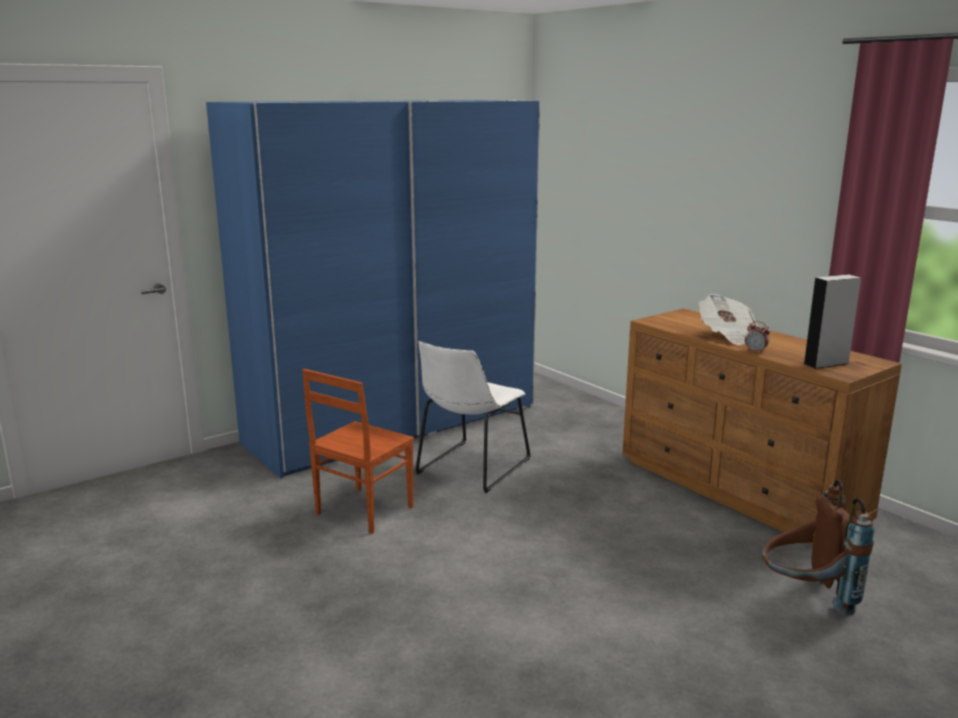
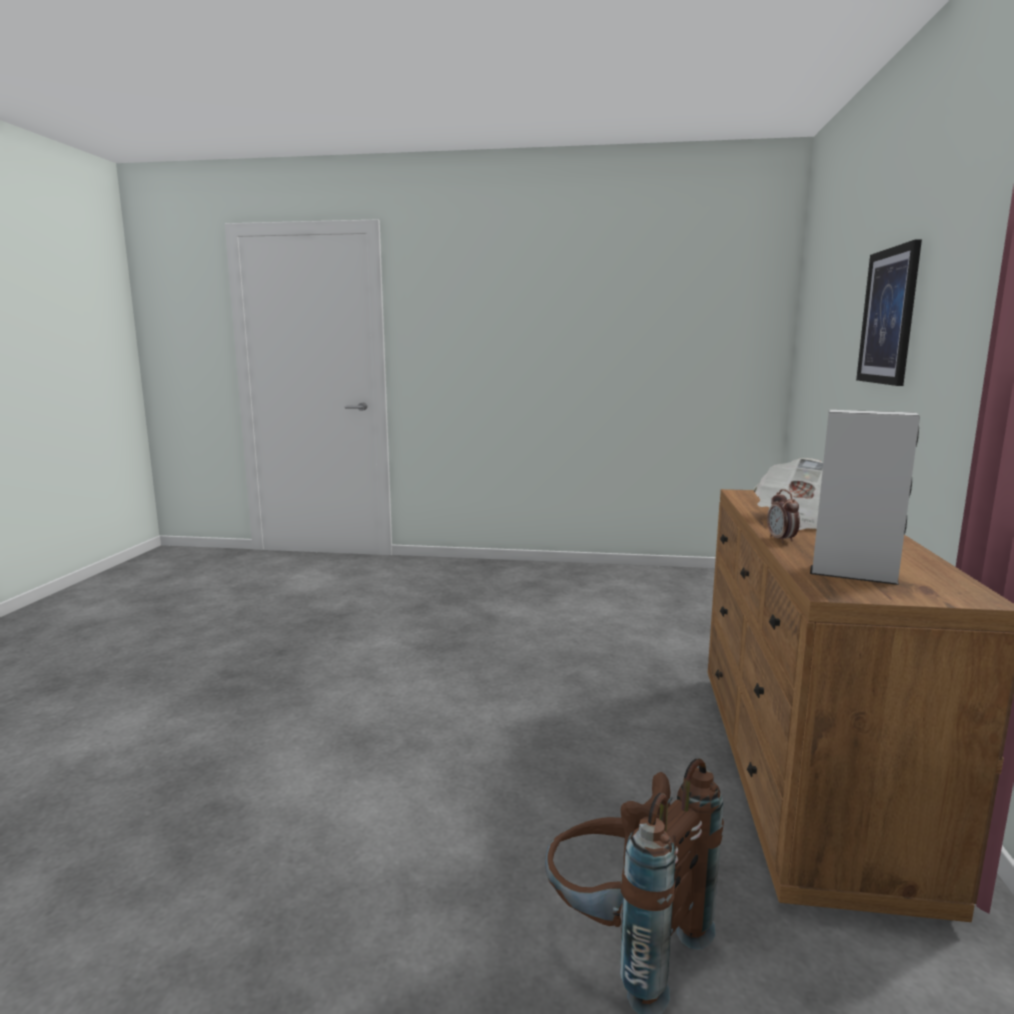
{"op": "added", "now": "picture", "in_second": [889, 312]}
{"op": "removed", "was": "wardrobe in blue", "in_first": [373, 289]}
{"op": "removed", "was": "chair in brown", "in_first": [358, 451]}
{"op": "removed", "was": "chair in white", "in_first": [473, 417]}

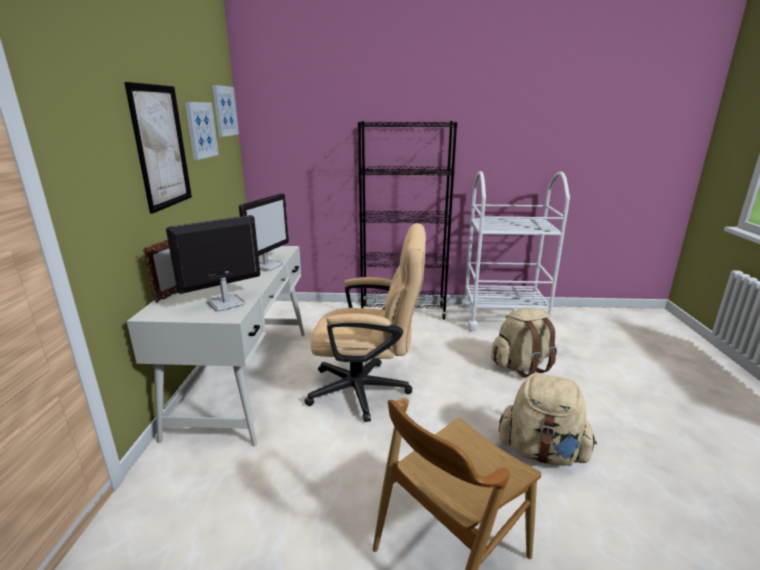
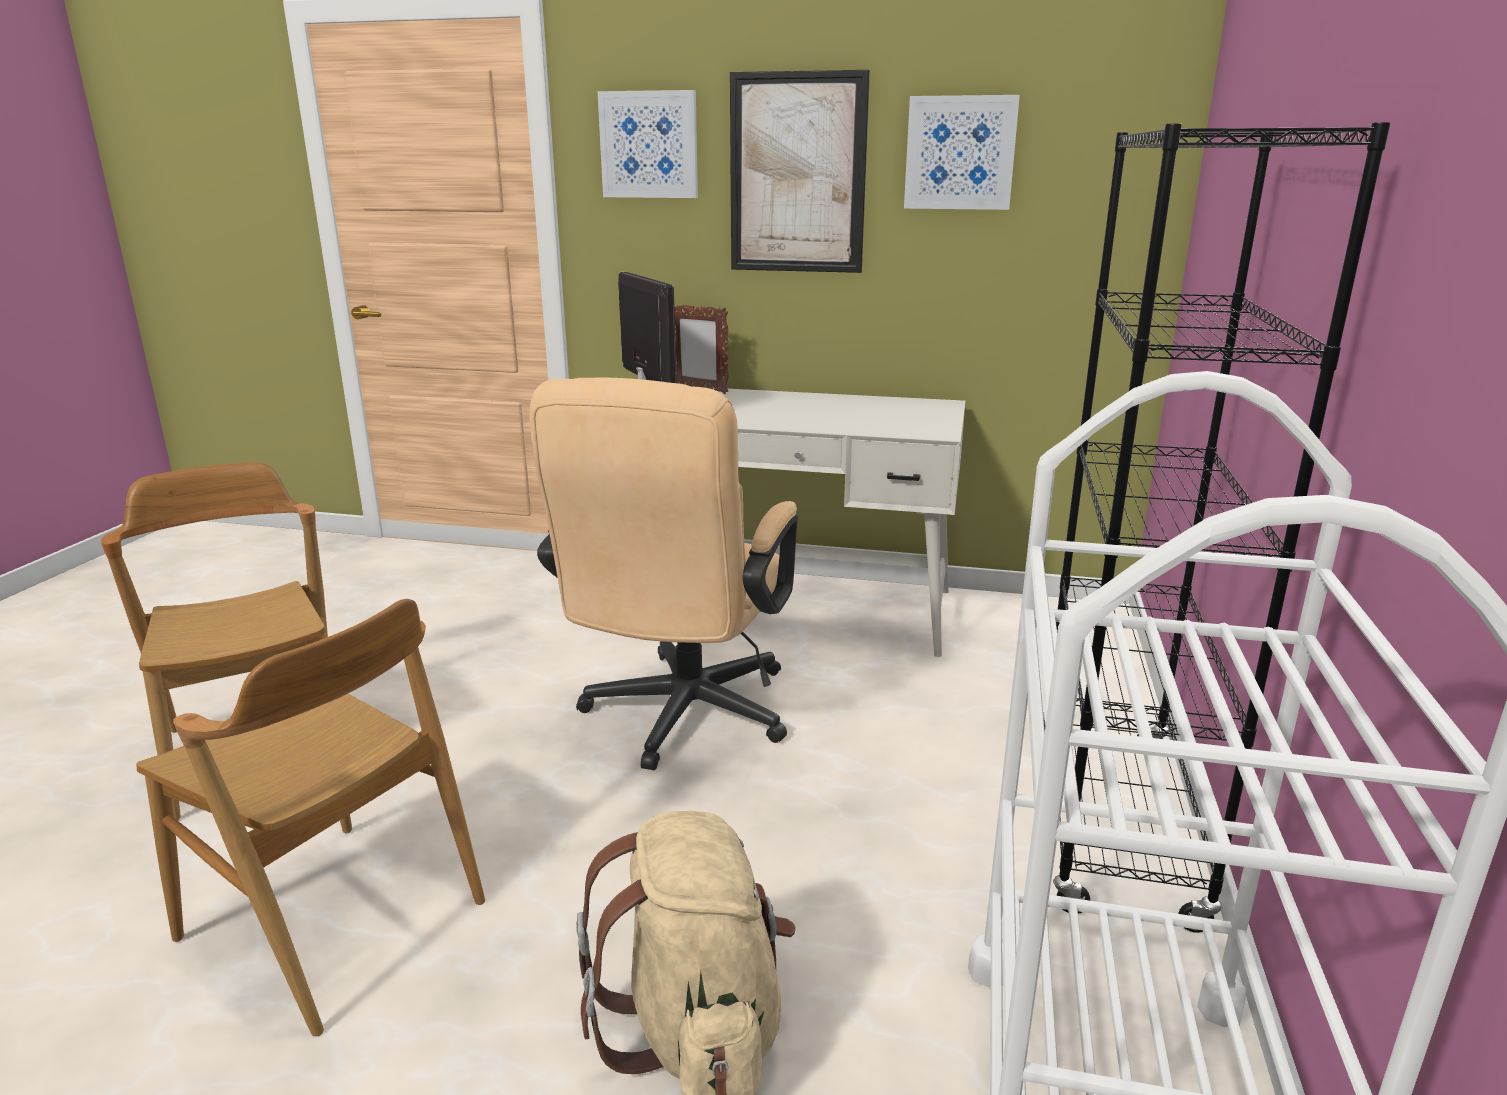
{"op": "replaced", "was": "backpack in beige", "now": "chair in brown", "in_first": [548, 419], "in_second": [311, 818]}
{"op": "moved", "was": "picture", "in_first": [225, 111], "in_second": [648, 144]}
{"op": "removed", "was": "monitor", "in_first": [264, 232]}

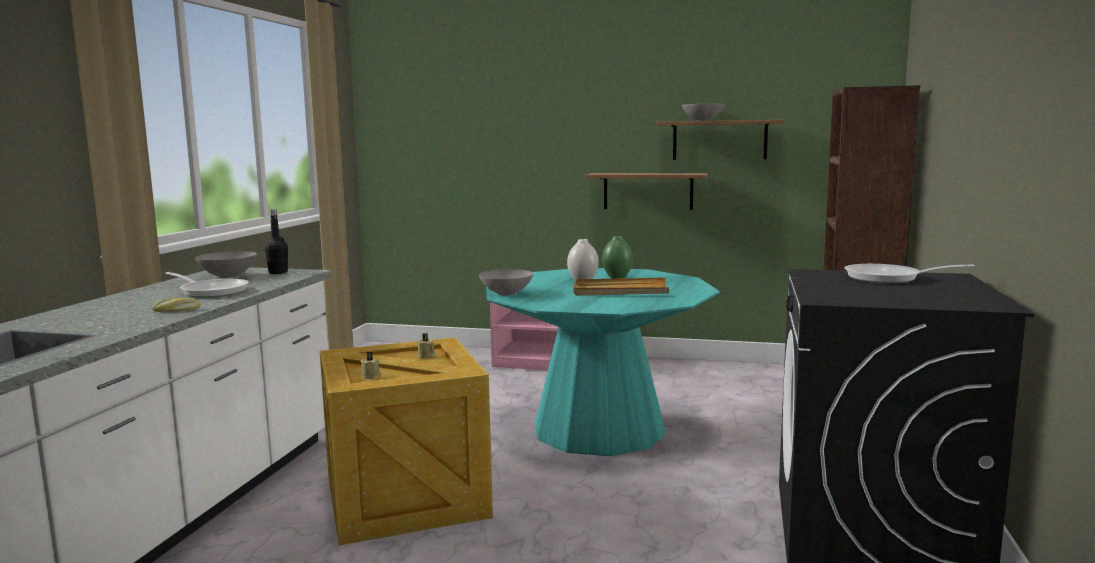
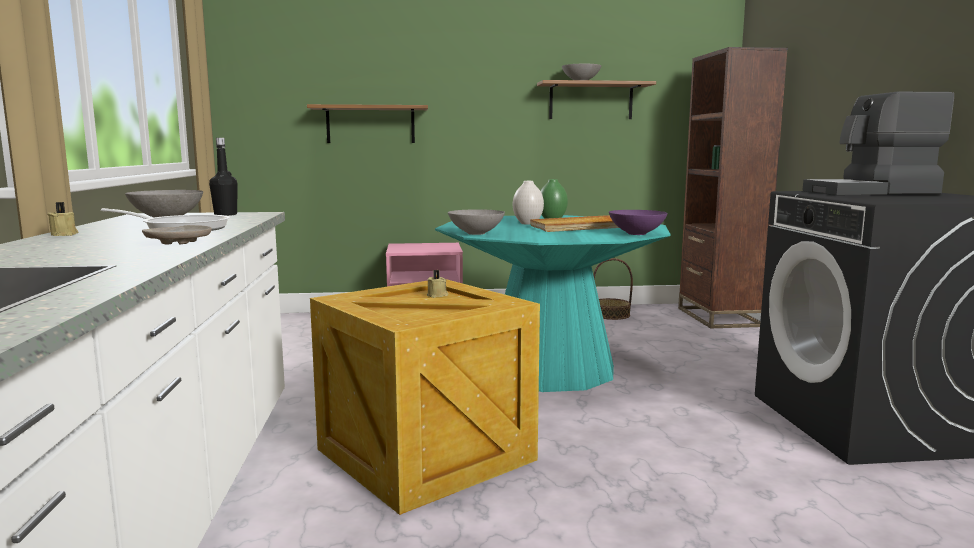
{"op": "moved", "was": "candle in beige", "in_first": [371, 365], "in_second": [63, 219]}
{"op": "replaced", "was": "bread", "now": "plate in beige", "in_first": [176, 305], "in_second": [177, 235]}
{"op": "moved", "was": "shelf", "in_first": [646, 191], "in_second": [367, 123]}
{"op": "added", "now": "basket", "in_second": [613, 289]}
{"op": "added", "now": "bowl in purple", "in_second": [638, 222]}
{"op": "replaced", "was": "frying pan", "now": "coffee machine", "in_first": [910, 274], "in_second": [878, 143]}

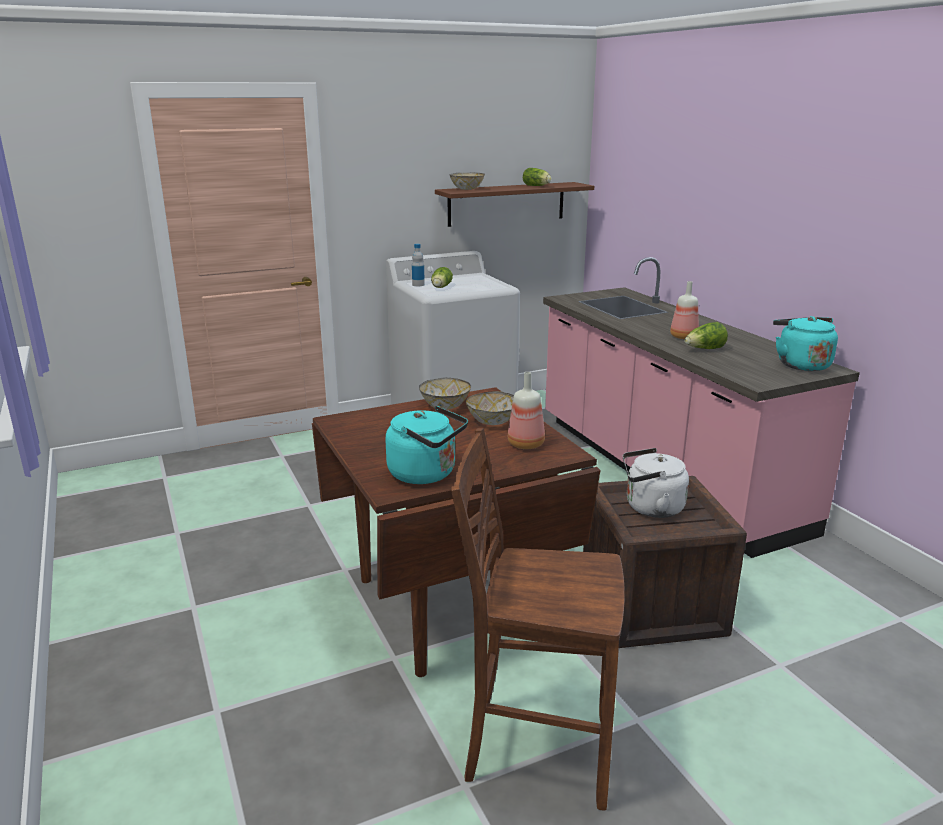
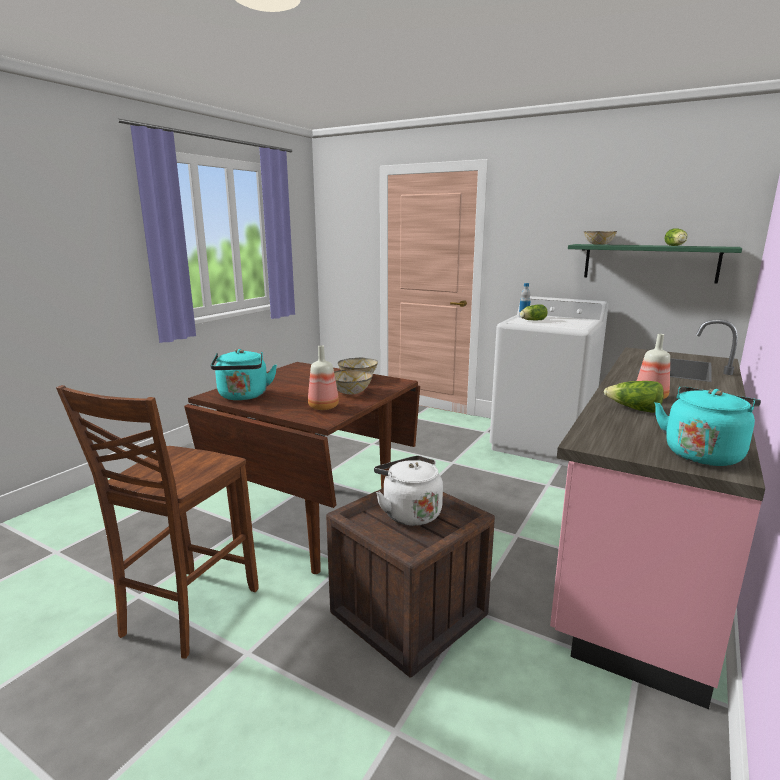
{"op": "turned", "was": "chair in brown", "in_first": [538, 619], "in_second": [157, 522], "clockwise": -135}
{"op": "recoloured", "was": "shelf in brown", "now": "shelf in green", "in_first": [514, 204], "in_second": [655, 263]}

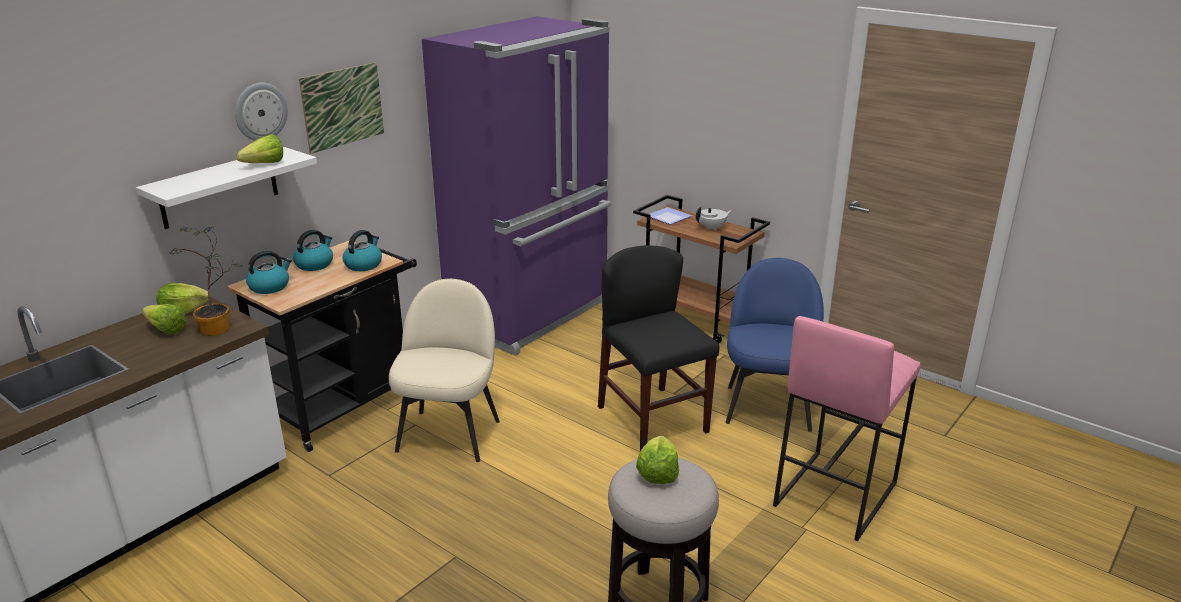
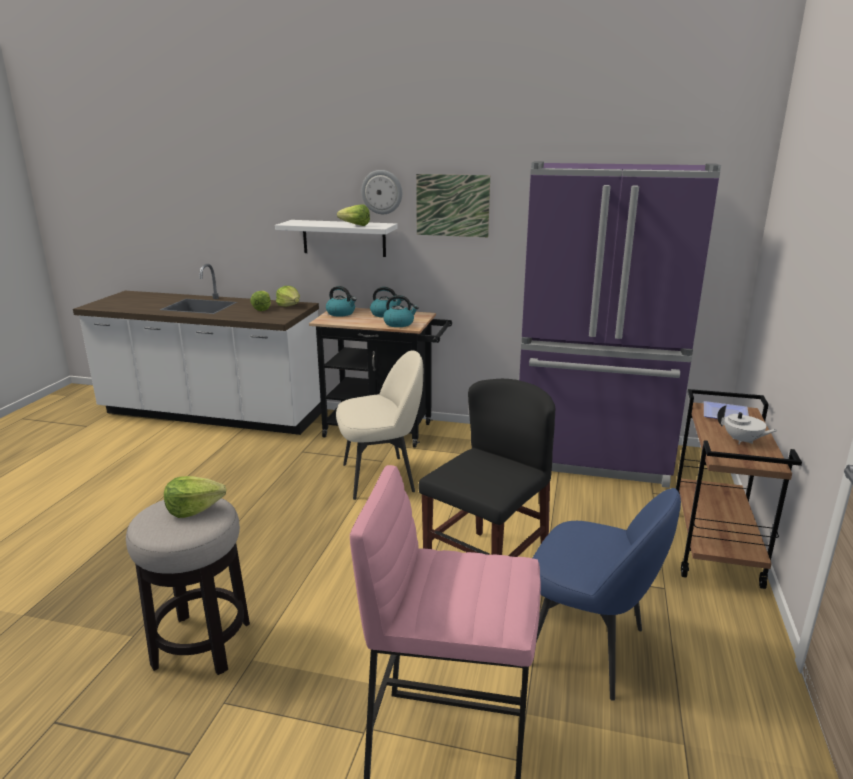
{"op": "turned", "was": "chair in blue", "in_first": [774, 345], "in_second": [607, 594], "clockwise": 45}
{"op": "removed", "was": "potted plant", "in_first": [206, 281]}

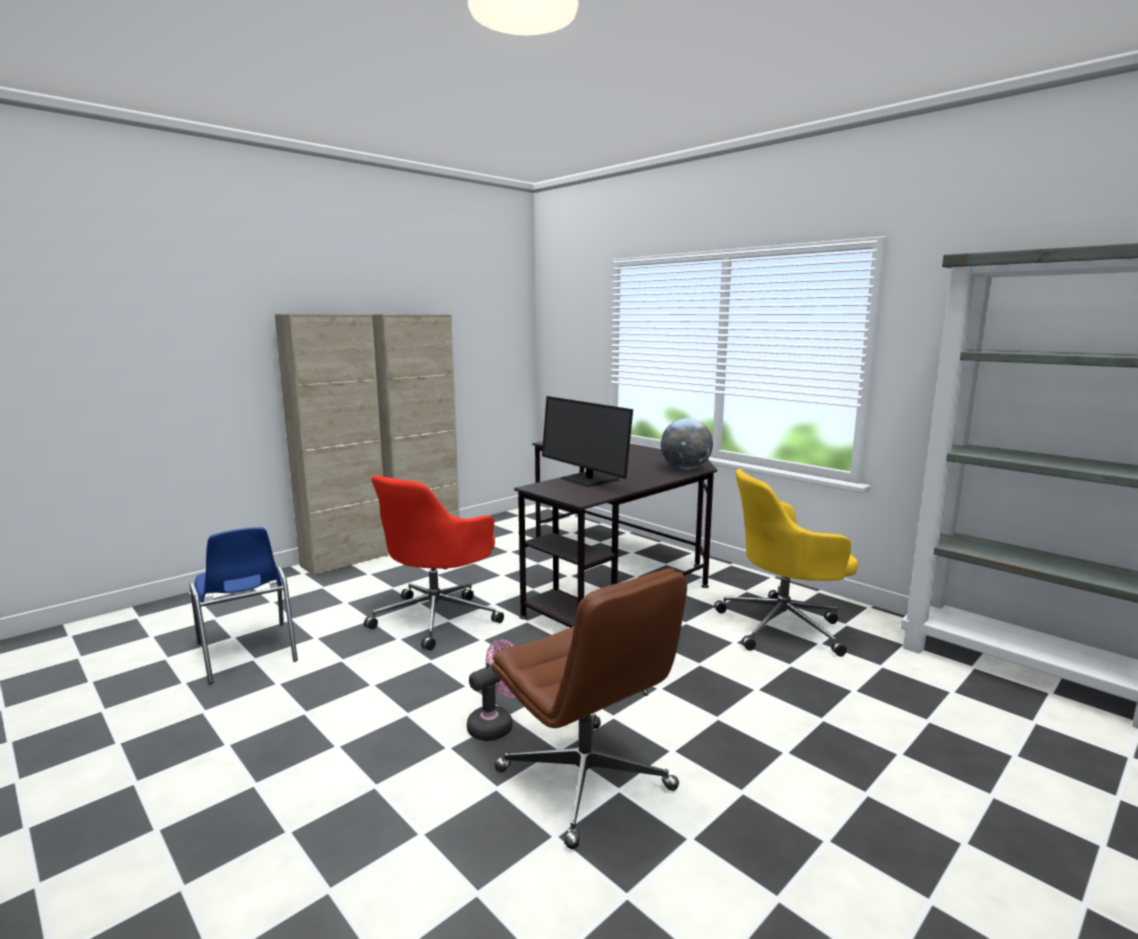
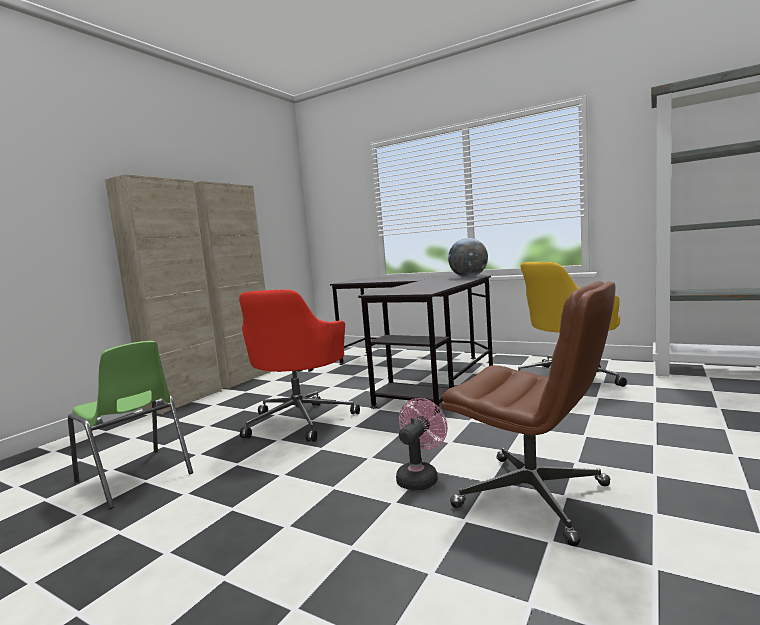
{"op": "recoloured", "was": "chair in blue", "now": "chair in green", "in_first": [243, 605], "in_second": [130, 425]}
{"op": "removed", "was": "monitor", "in_first": [587, 441]}

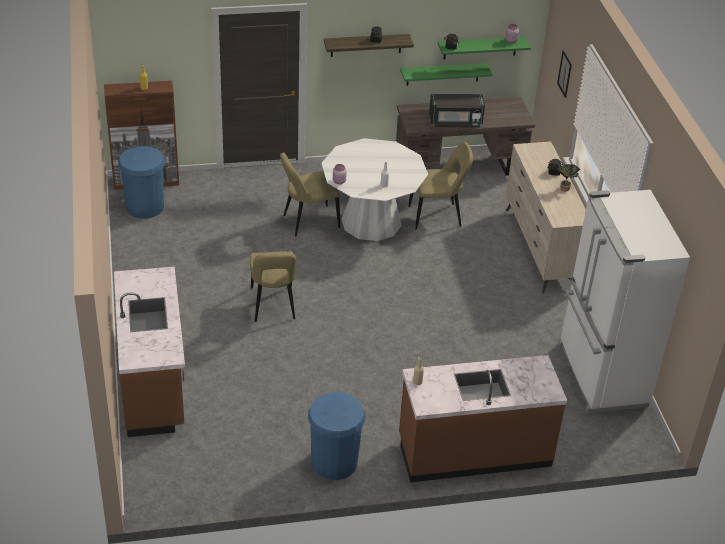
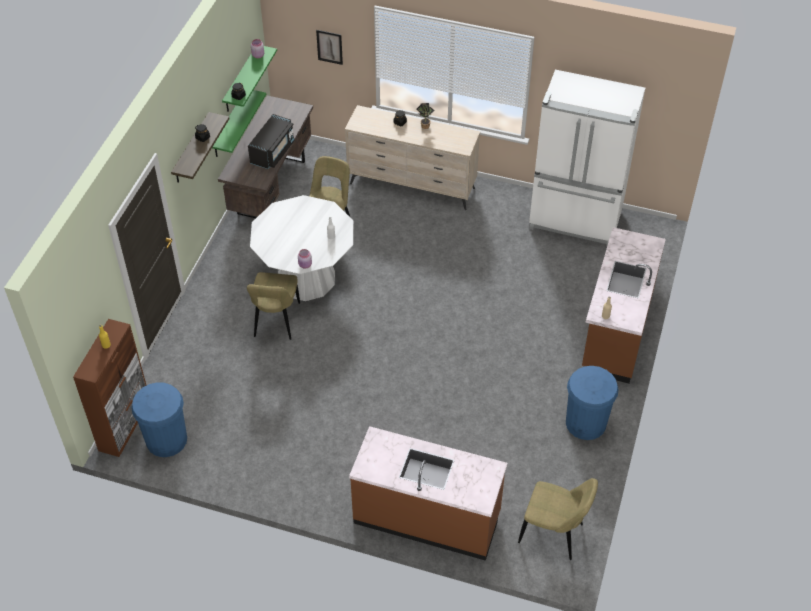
{"op": "moved", "was": "chair in beige", "in_first": [273, 286], "in_second": [558, 519]}

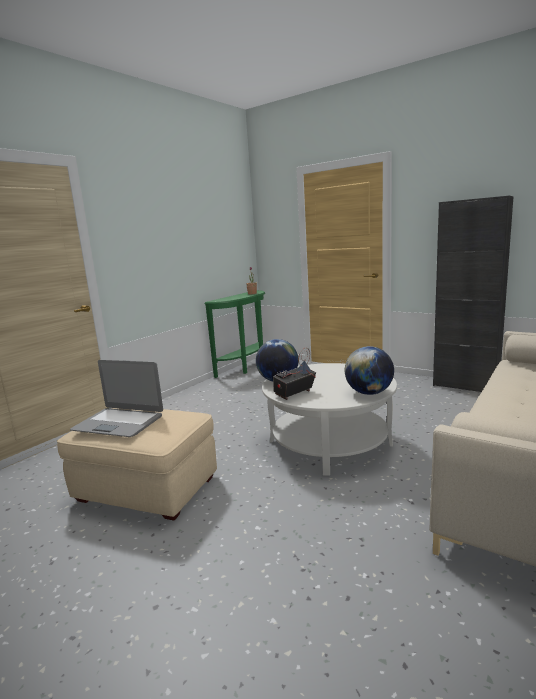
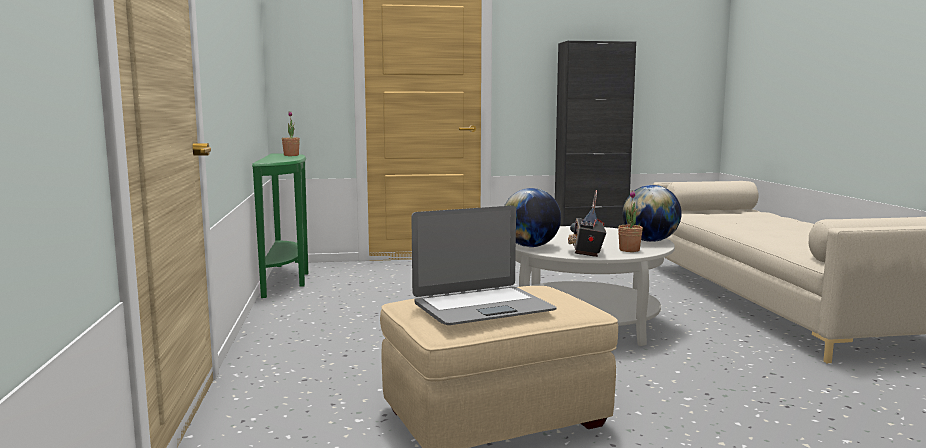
{"op": "added", "now": "potted plant", "in_second": [630, 221]}

